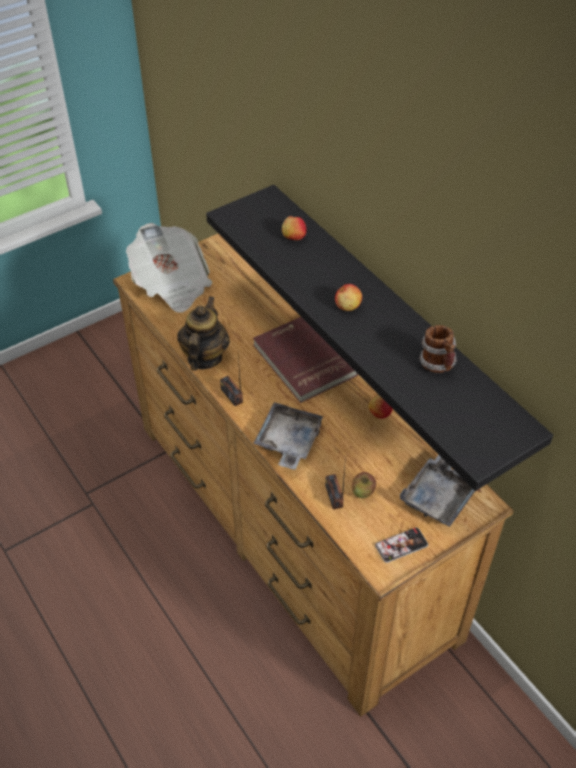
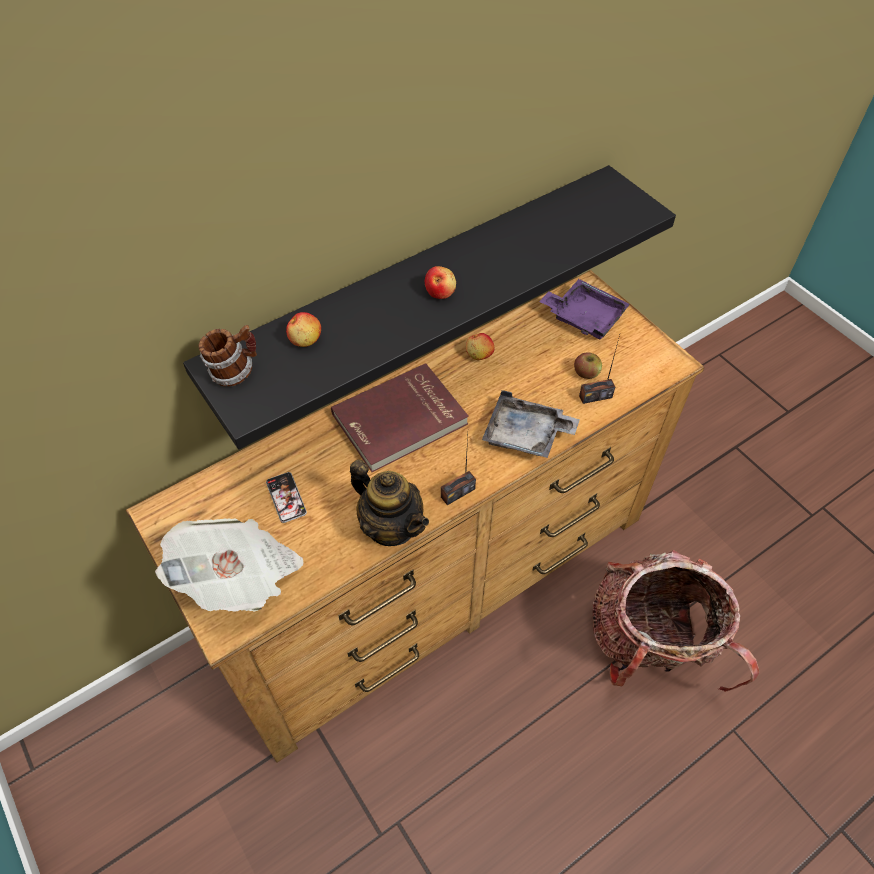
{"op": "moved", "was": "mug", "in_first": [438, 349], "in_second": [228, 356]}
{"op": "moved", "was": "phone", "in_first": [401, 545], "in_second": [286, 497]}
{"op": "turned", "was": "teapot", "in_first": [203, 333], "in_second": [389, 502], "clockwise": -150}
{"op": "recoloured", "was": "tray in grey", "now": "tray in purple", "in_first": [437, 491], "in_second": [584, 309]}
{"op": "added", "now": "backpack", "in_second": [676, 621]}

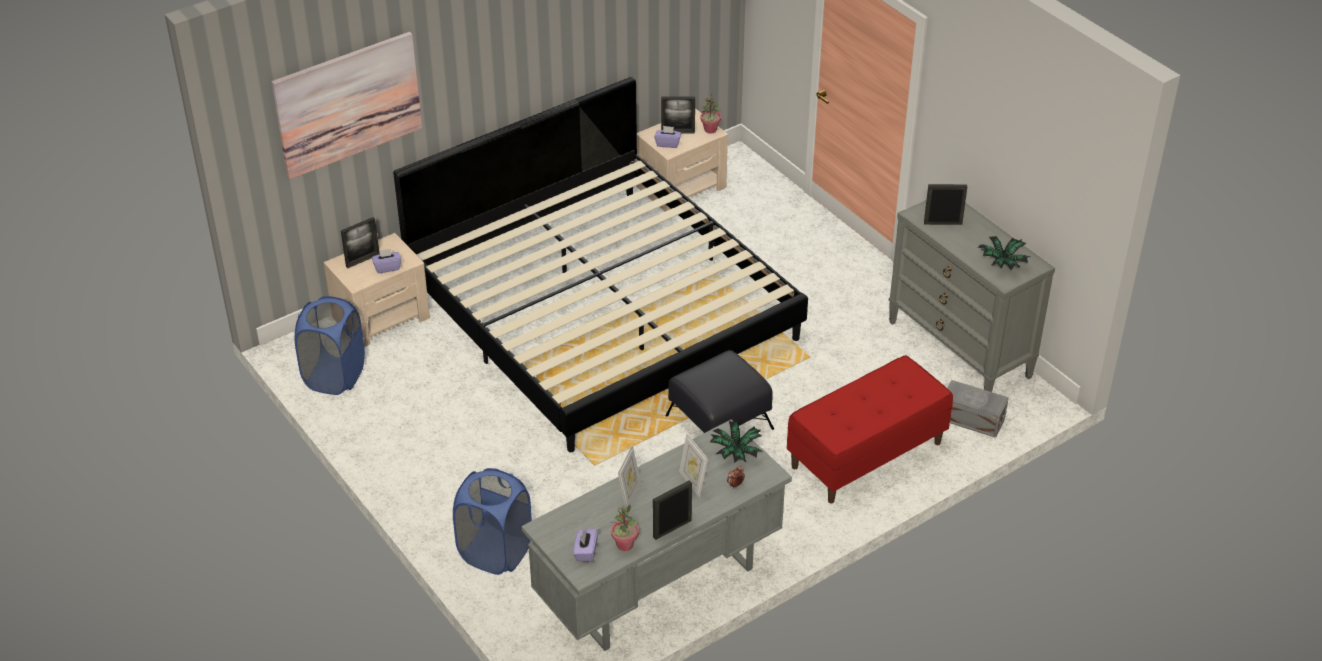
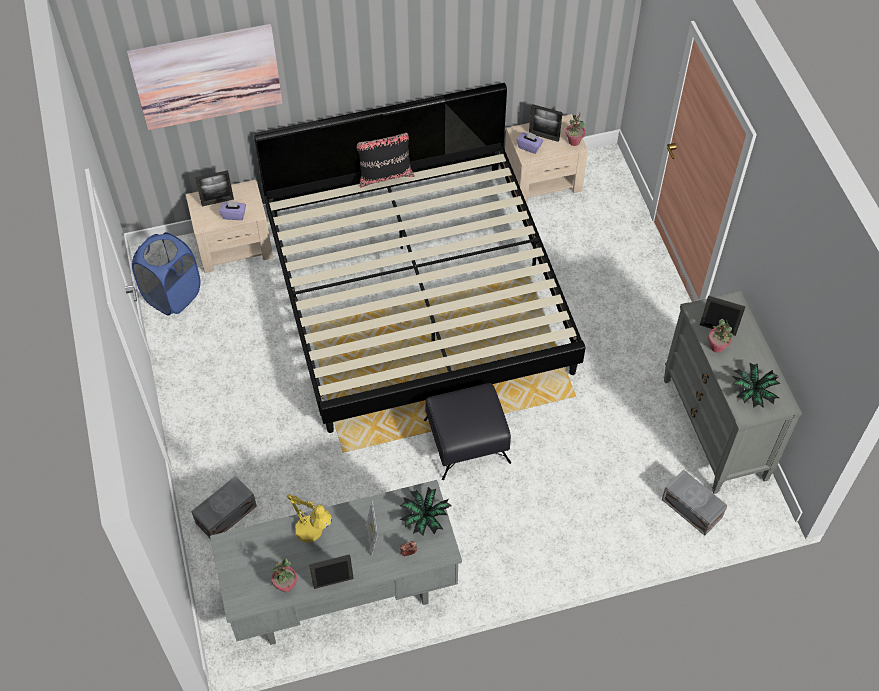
{"op": "replaced", "was": "laundry basket in blue", "now": "storage box in grey", "in_first": [492, 521], "in_second": [224, 507]}
{"op": "replaced", "was": "picture frame", "now": "table lamp in yellow", "in_first": [629, 477], "in_second": [309, 518]}
{"op": "added", "now": "pillow in black", "in_second": [386, 160]}
{"op": "added", "now": "potted plant", "in_second": [720, 336]}
{"op": "removed", "was": "tissue box in purple", "in_first": [585, 545]}
{"op": "removed", "was": "bench in red", "in_first": [870, 429]}

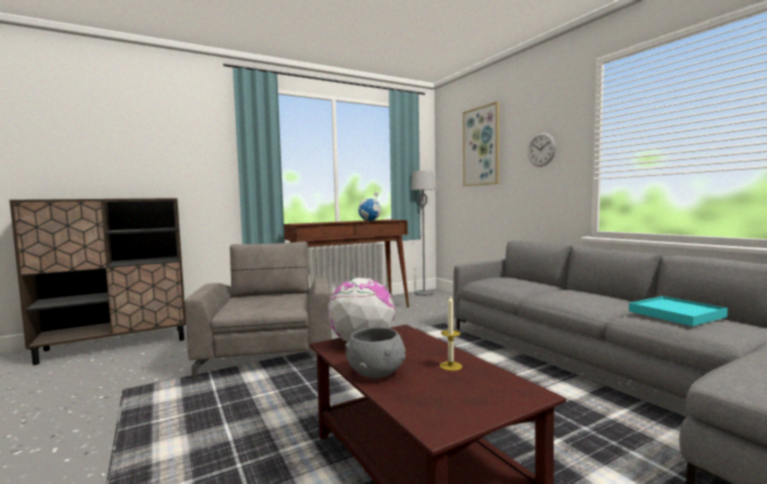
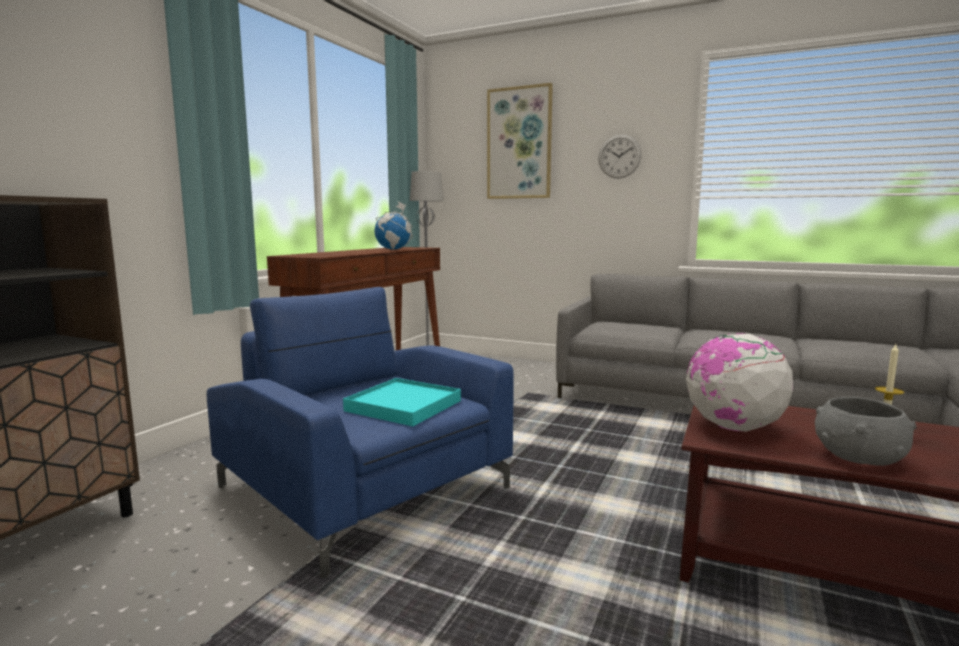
{"op": "recoloured", "was": "armchair in grey", "now": "armchair in blue", "in_first": [258, 311], "in_second": [360, 432]}
{"op": "moved", "was": "tray in turquoise", "in_first": [678, 311], "in_second": [402, 402]}

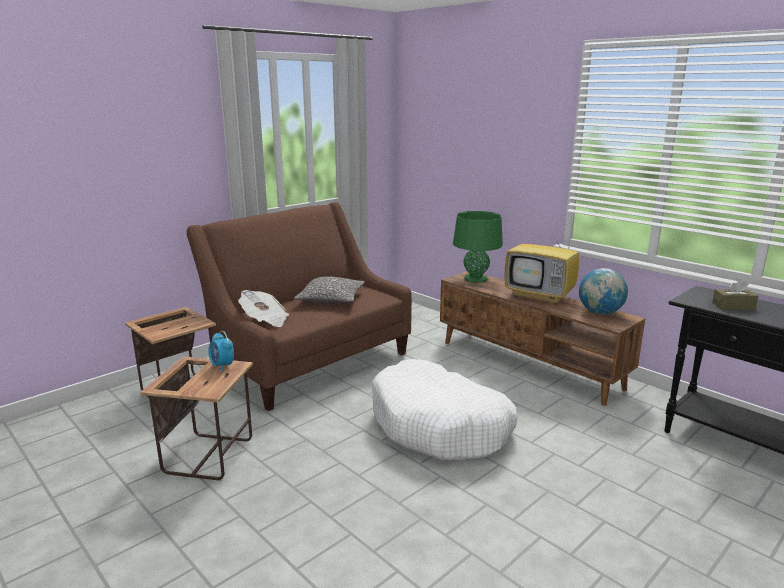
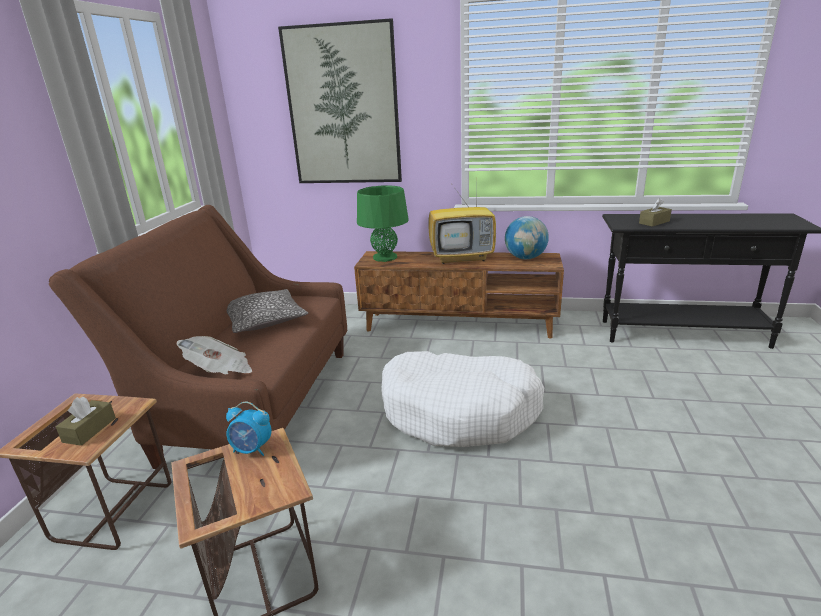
{"op": "added", "now": "tissue box in brown", "in_second": [86, 421]}
{"op": "added", "now": "picture", "in_second": [340, 100]}

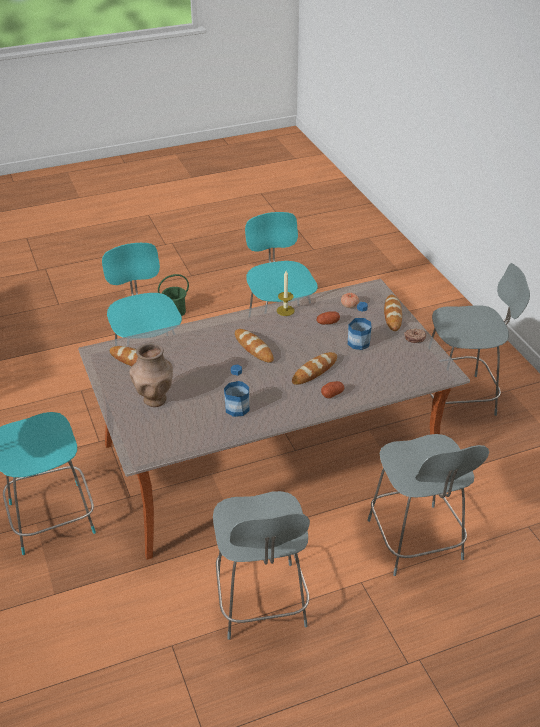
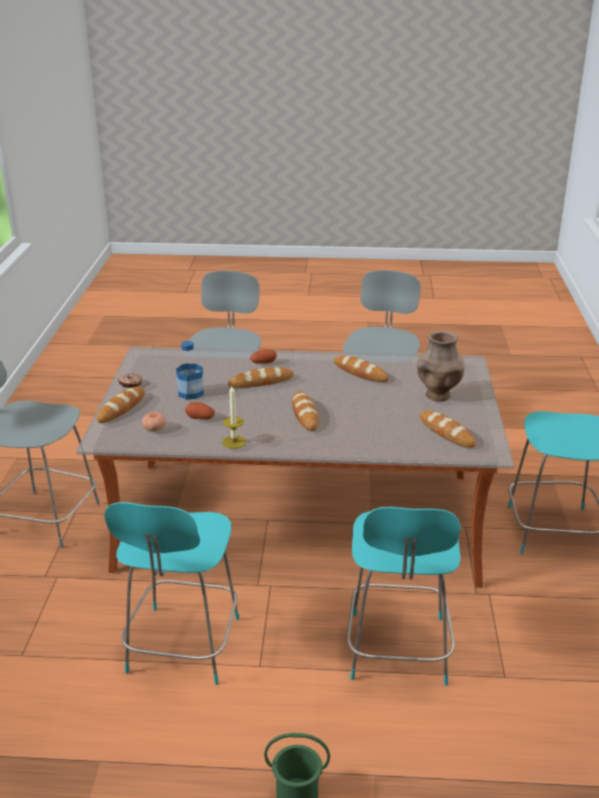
{"op": "replaced", "was": "bottle", "now": "bread", "in_first": [236, 391], "in_second": [361, 369]}

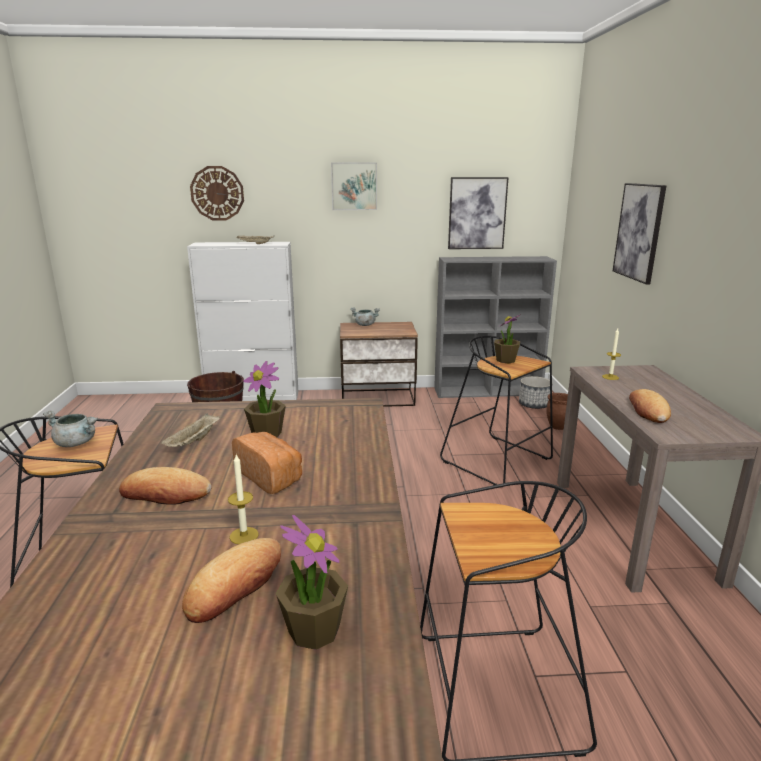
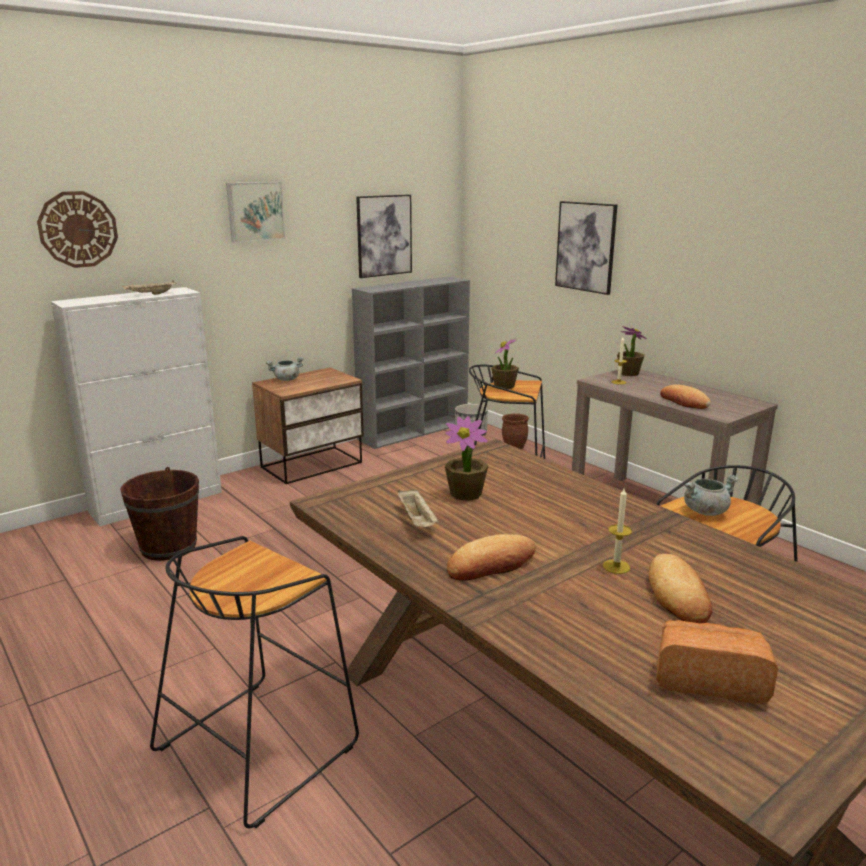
{"op": "moved", "was": "potted plant", "in_first": [312, 582], "in_second": [632, 351]}
{"op": "moved", "was": "bread", "in_first": [267, 463], "in_second": [717, 662]}
{"op": "moved", "was": "cooking pot in grey", "in_first": [70, 429], "in_second": [711, 495]}

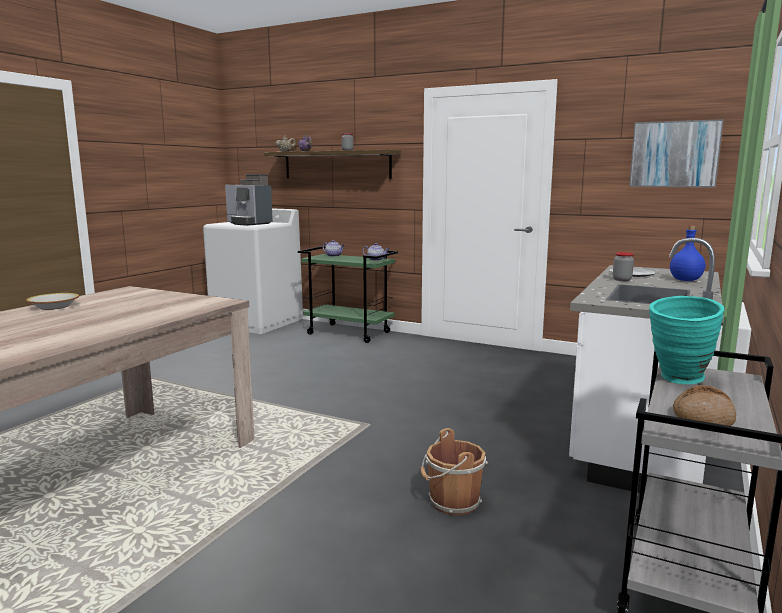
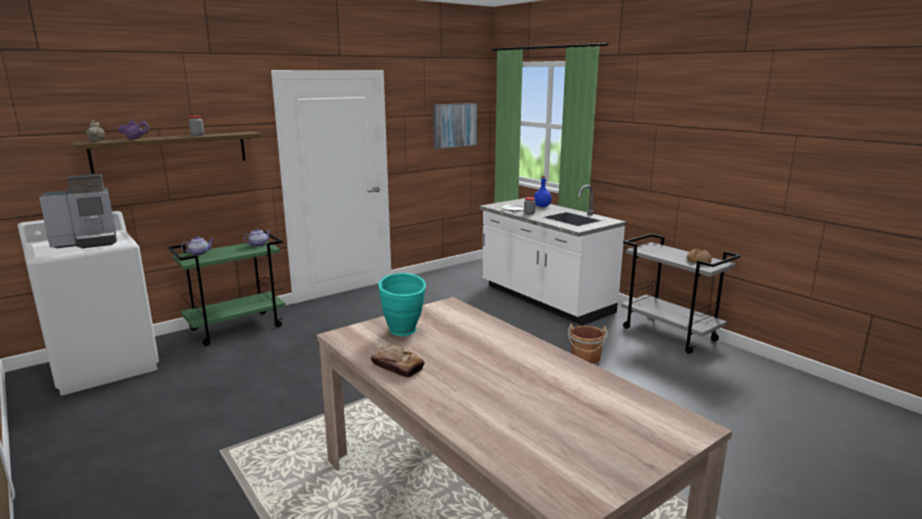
{"op": "replaced", "was": "bowl", "now": "bread", "in_first": [52, 301], "in_second": [398, 361]}
{"op": "moved", "was": "vase in turquoise", "in_first": [686, 340], "in_second": [402, 304]}

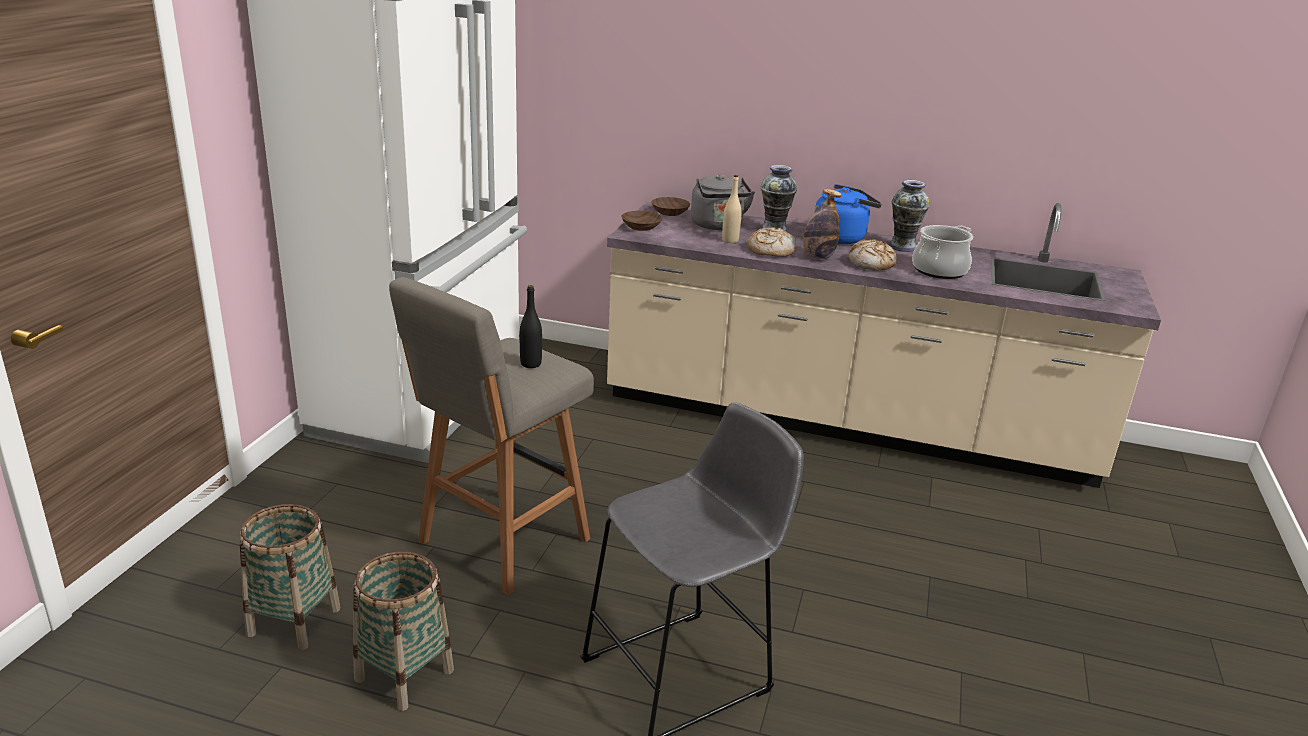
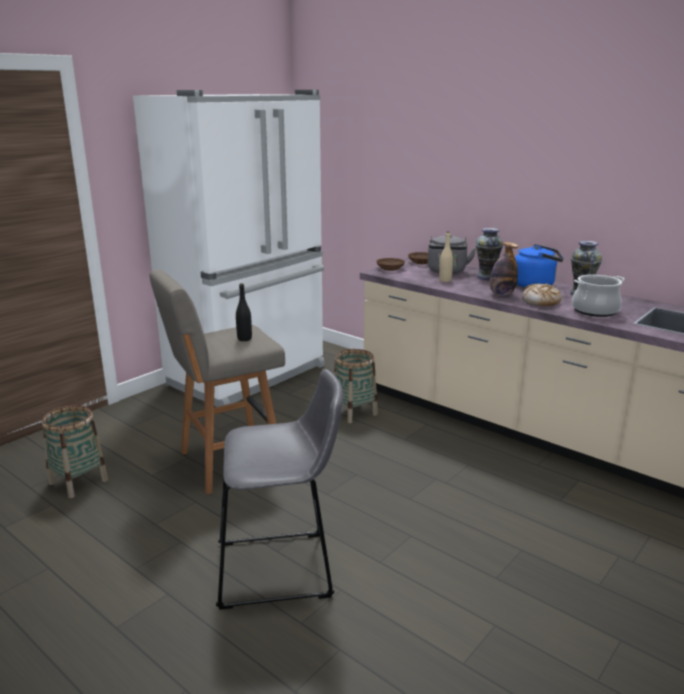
{"op": "moved", "was": "basket", "in_first": [403, 631], "in_second": [356, 386]}
{"op": "removed", "was": "bread", "in_first": [772, 242]}

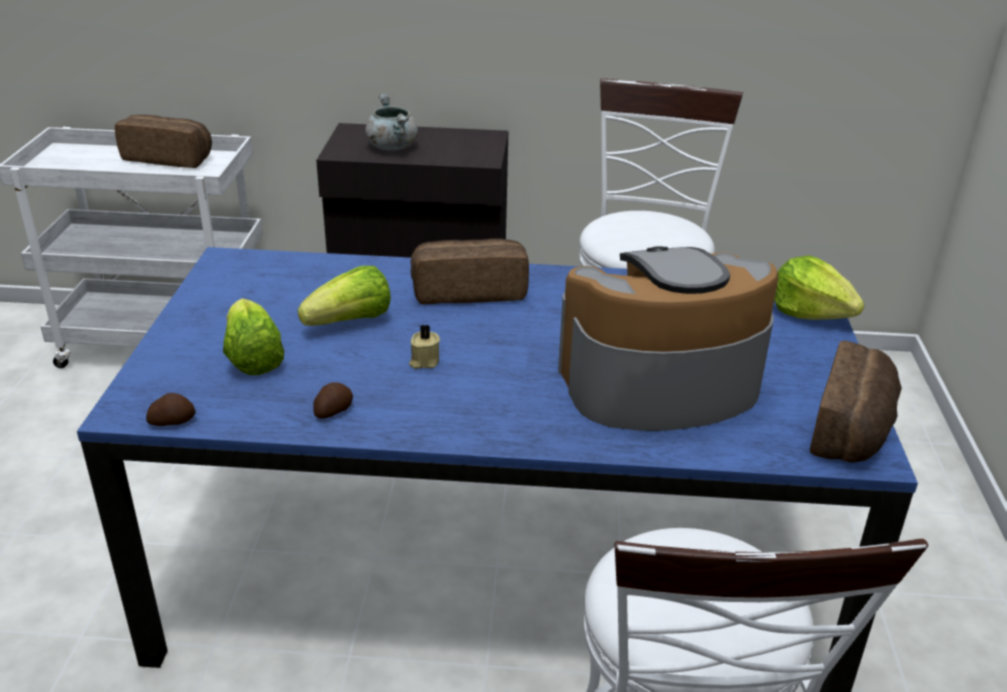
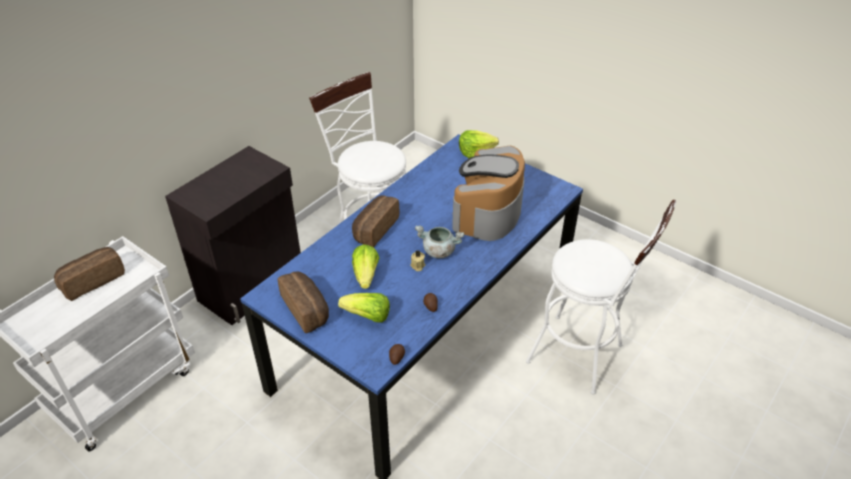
{"op": "moved", "was": "bread", "in_first": [856, 401], "in_second": [303, 302]}
{"op": "moved", "was": "cooking pot in grey", "in_first": [391, 122], "in_second": [439, 242]}

